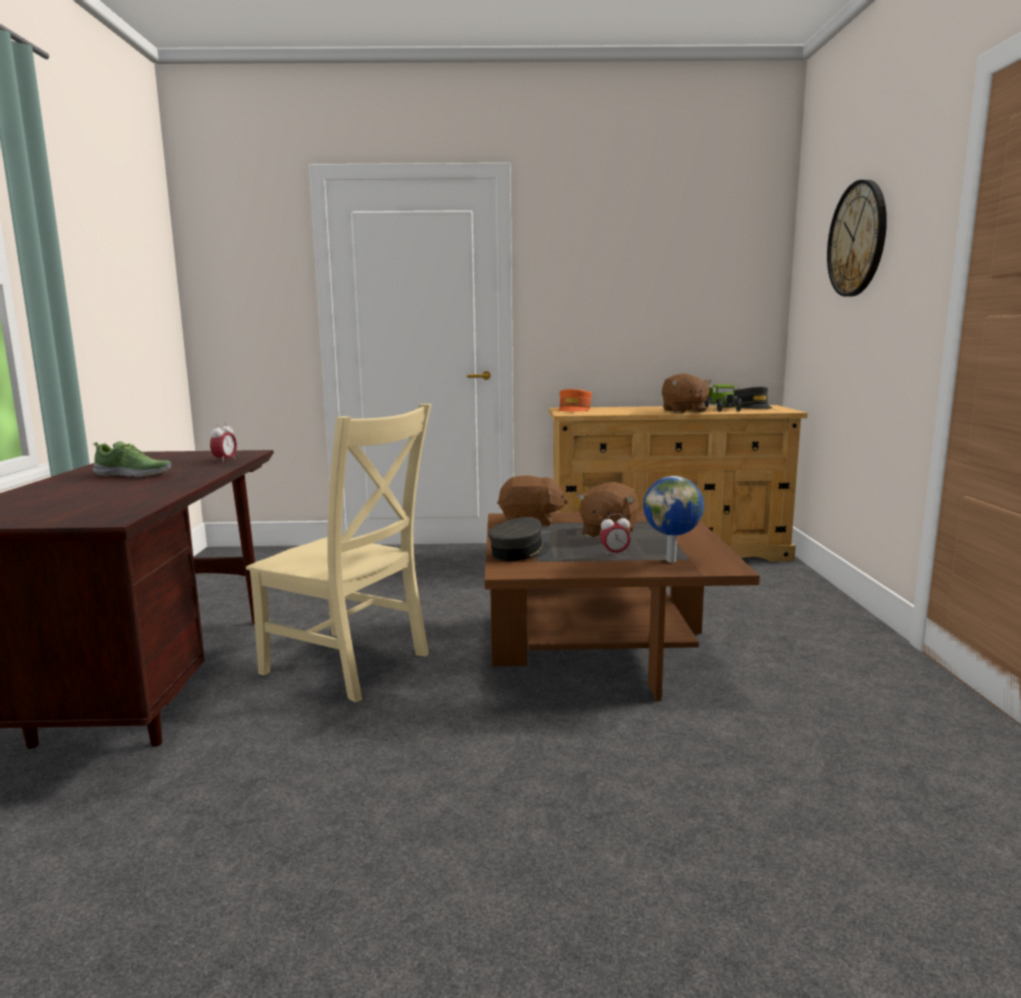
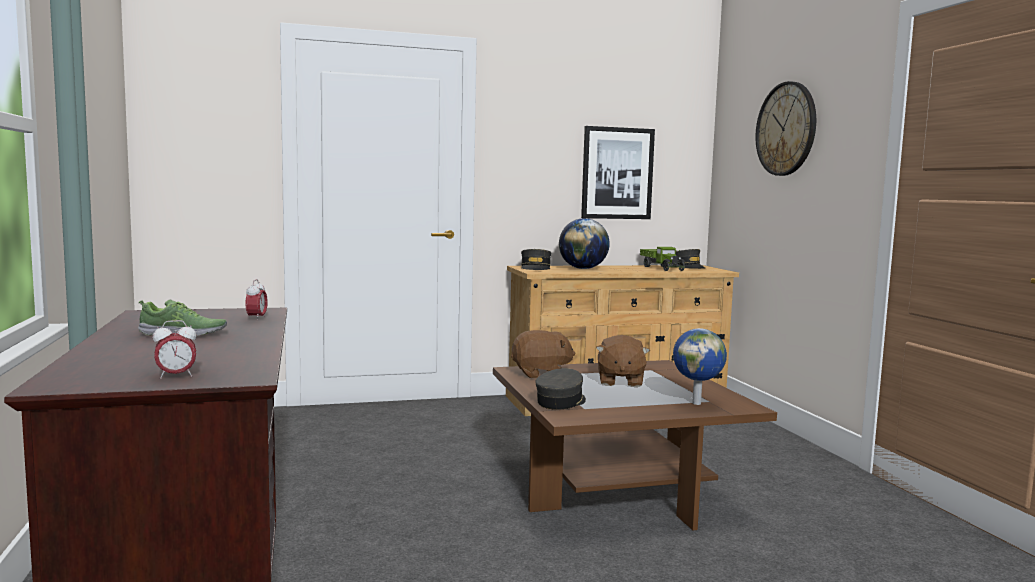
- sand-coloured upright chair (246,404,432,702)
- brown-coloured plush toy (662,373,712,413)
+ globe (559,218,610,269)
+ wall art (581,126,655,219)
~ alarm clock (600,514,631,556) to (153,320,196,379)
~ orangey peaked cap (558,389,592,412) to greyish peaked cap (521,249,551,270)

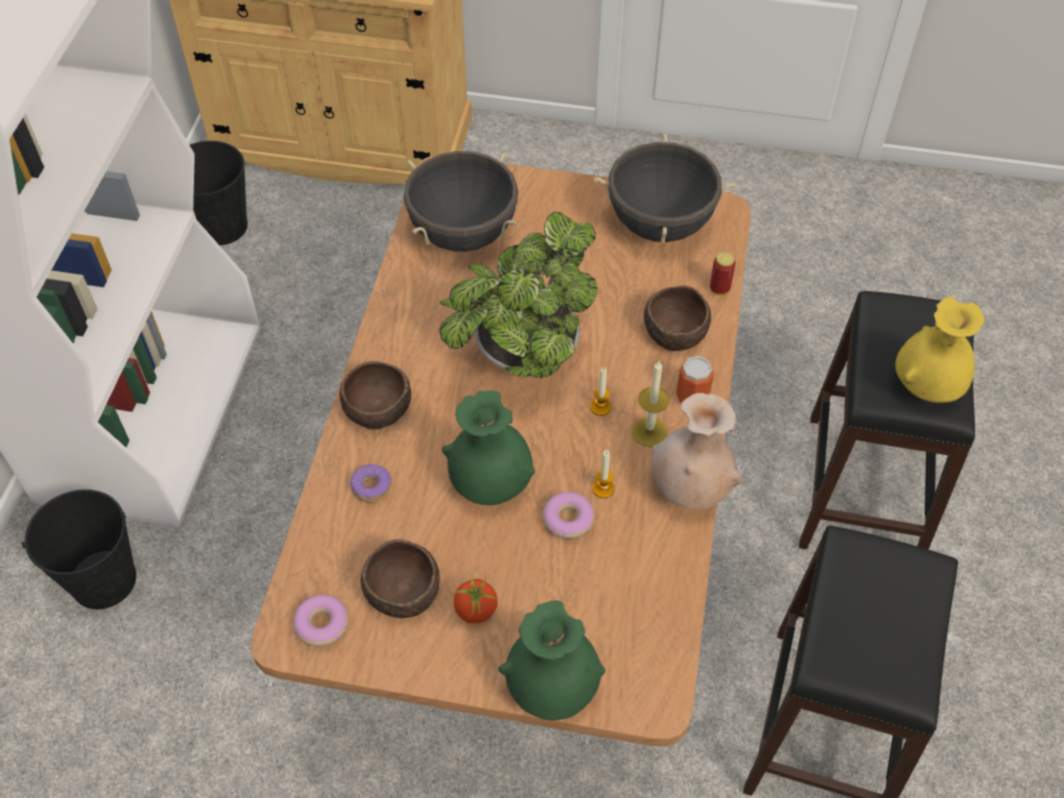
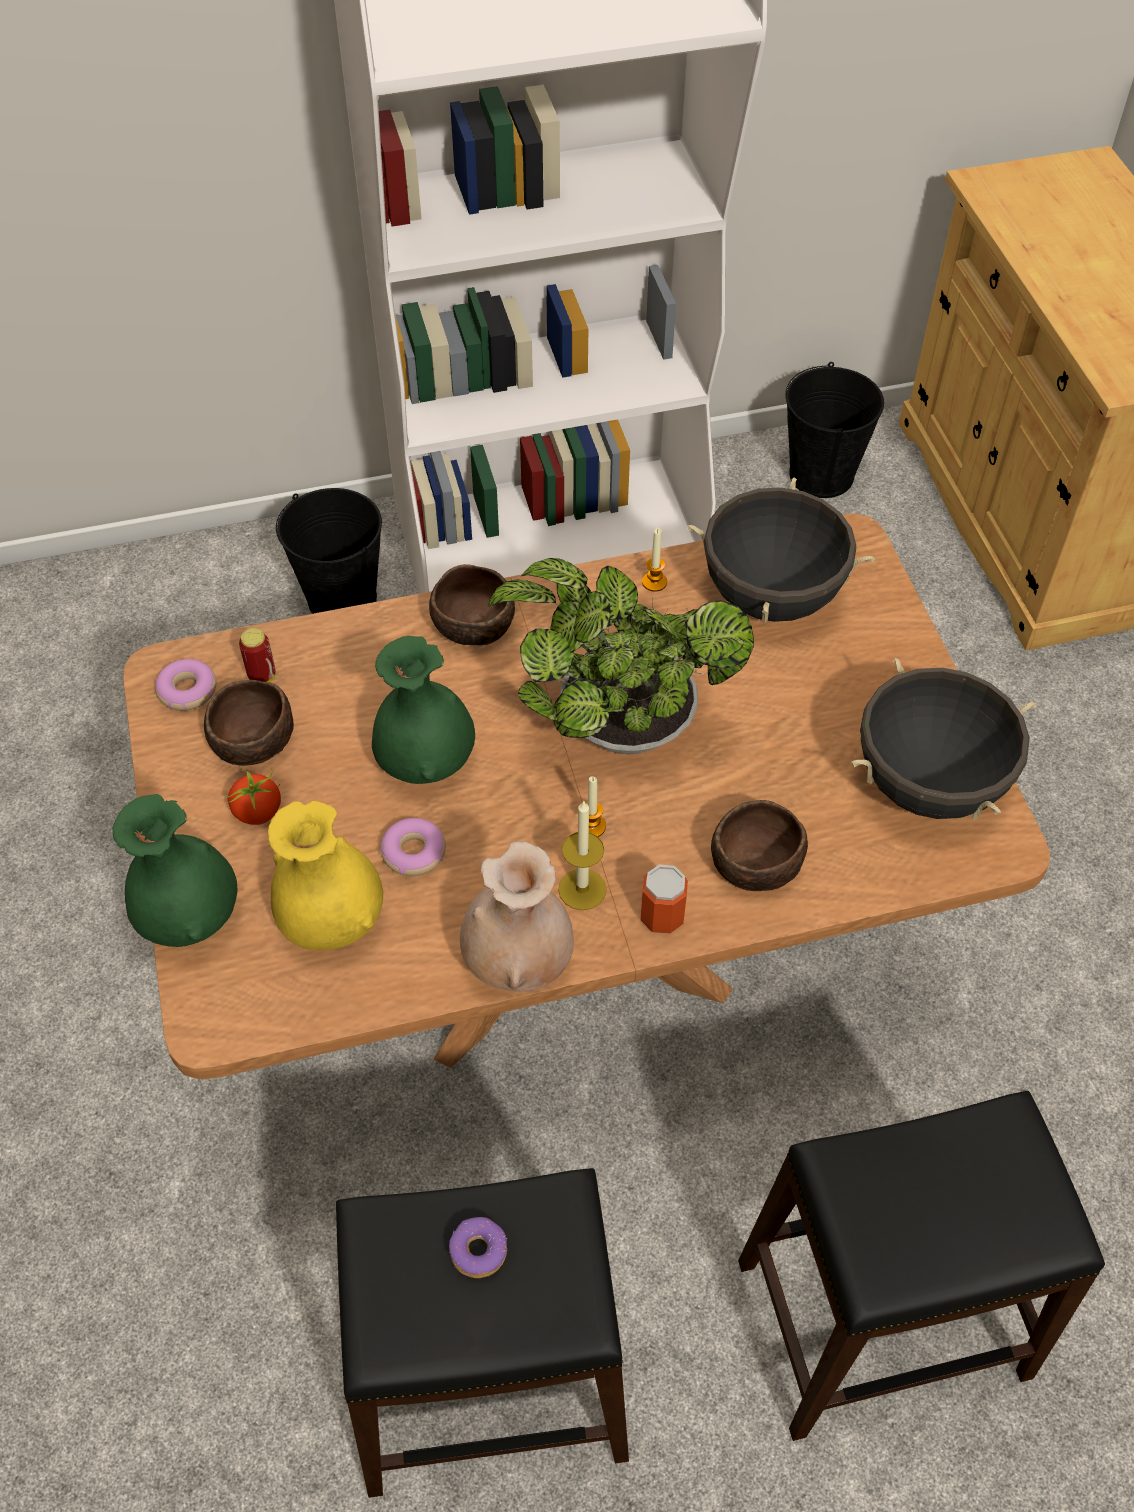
~ donut (350,464,391,503) to (449,1217,507,1278)
~ wax light (592,450,615,498) to (642,529,667,592)
~ sealed can (710,252,735,296) to (239,628,276,682)
~ yellow decorative vase (895,297,985,403) to (268,800,383,950)

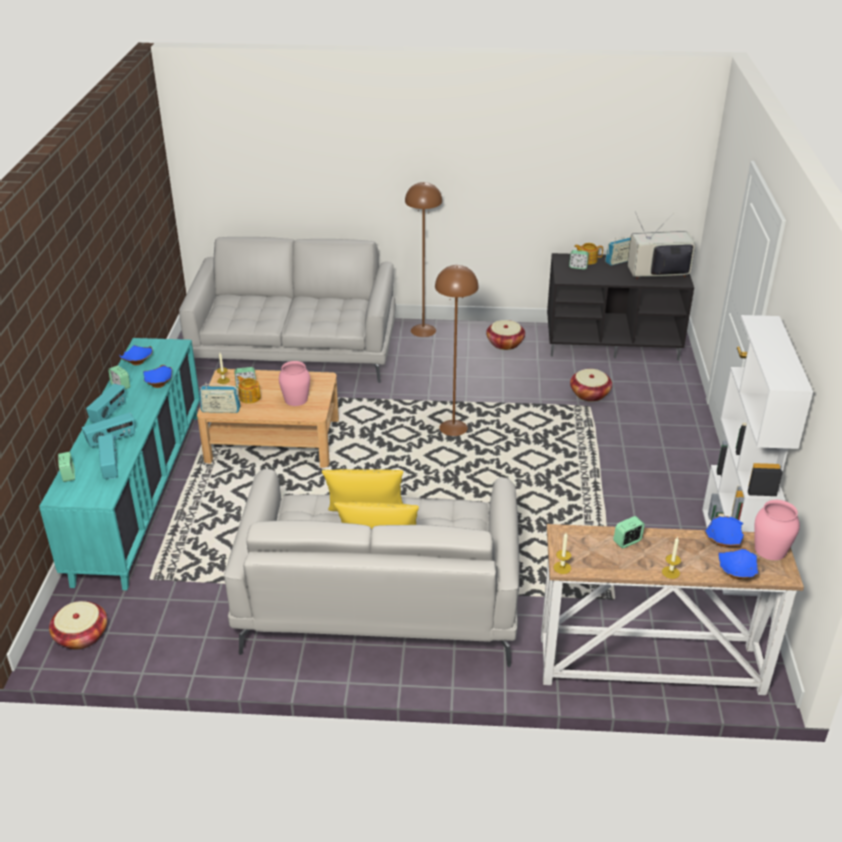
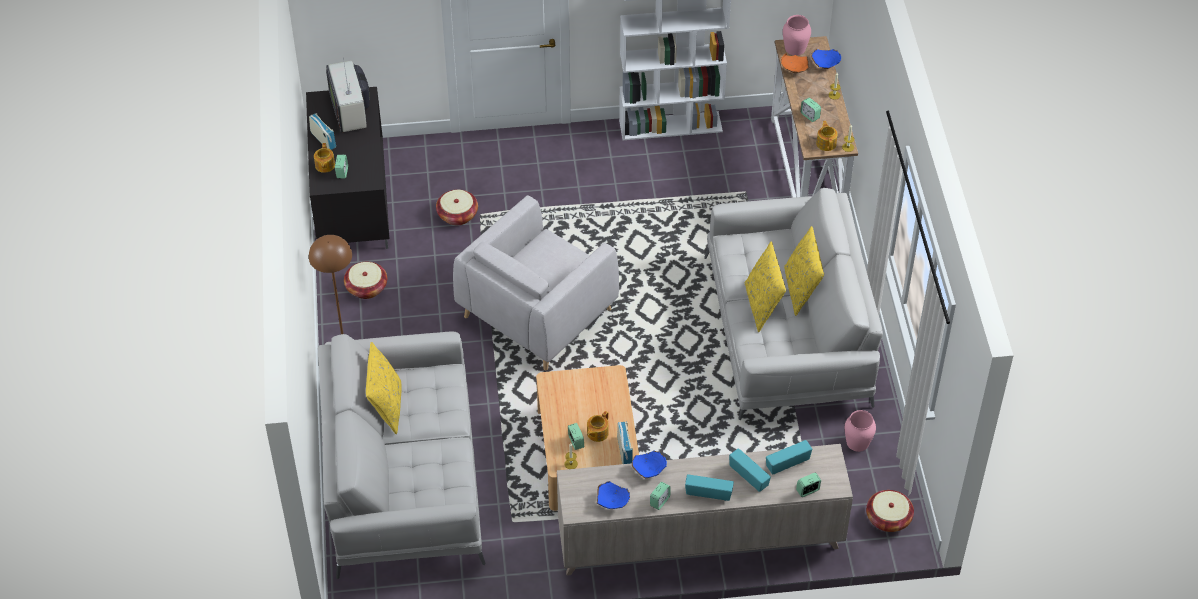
+ yellow pillow (366,342,401,434)
+ pot for tea (816,121,838,151)
~ pink-coloured decorative vase (279,361,310,406) to (845,410,876,452)
~ brown-coloured standing lamp (435,265,478,436) to greyish armchair (453,195,619,370)
~ blue-green storage cabinet (39,338,200,590) to sand-coloured storage cabinet (557,444,853,575)
~ blue bowl (704,516,744,547) to orangey bowl (781,53,809,73)

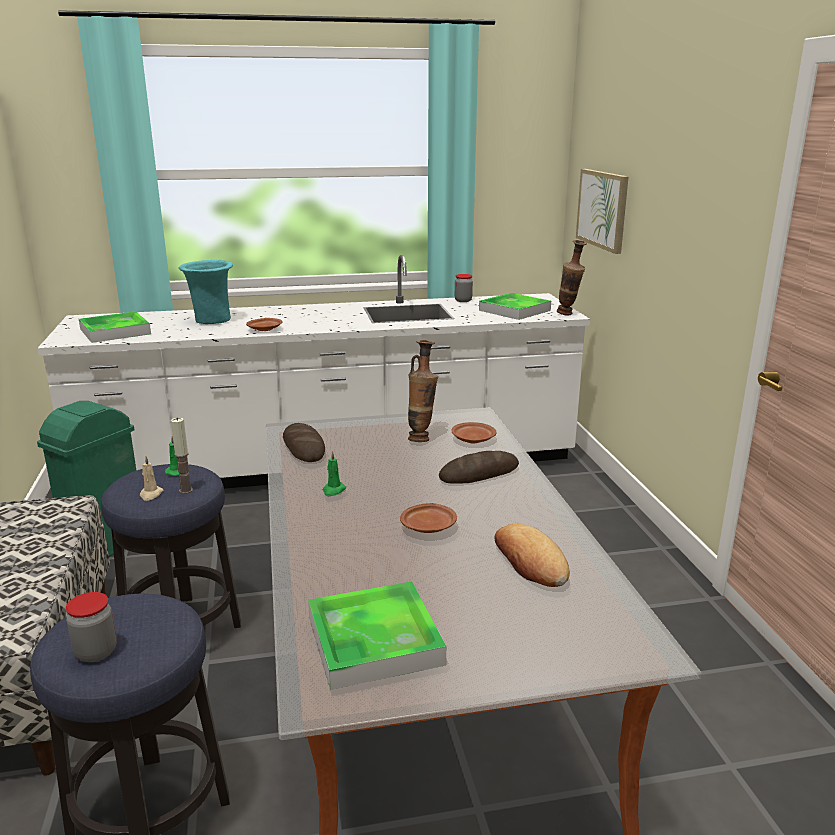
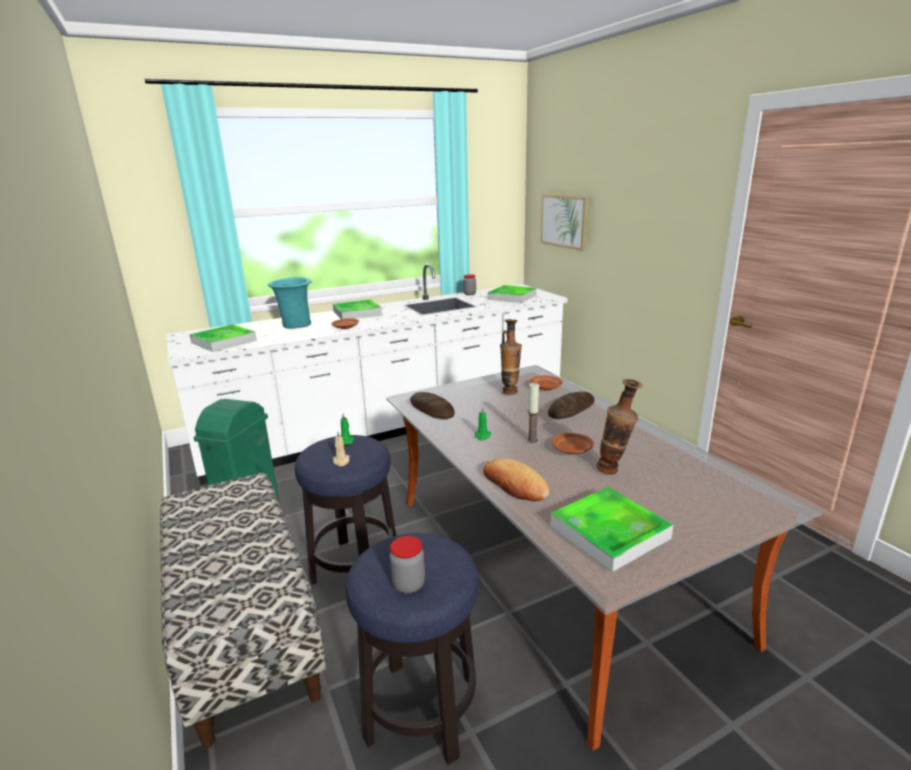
+ tray (333,299,382,319)
~ wax light (171,417,193,494) to (527,383,539,443)
~ bread (494,524,570,587) to (483,458,550,501)
~ decorative vase (557,240,587,315) to (596,379,642,475)

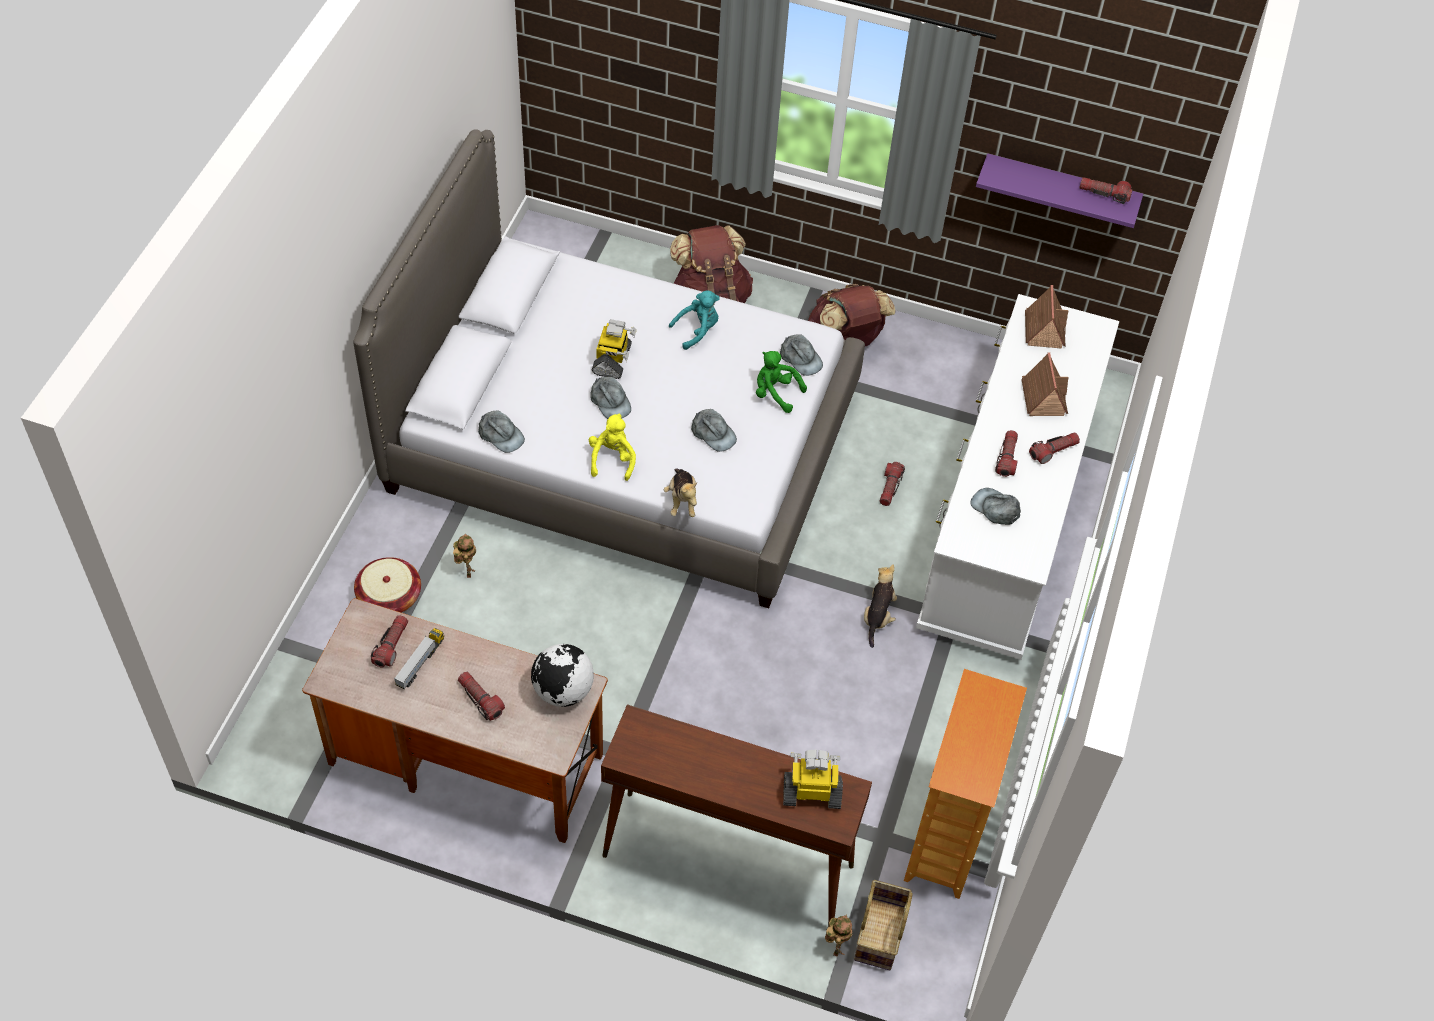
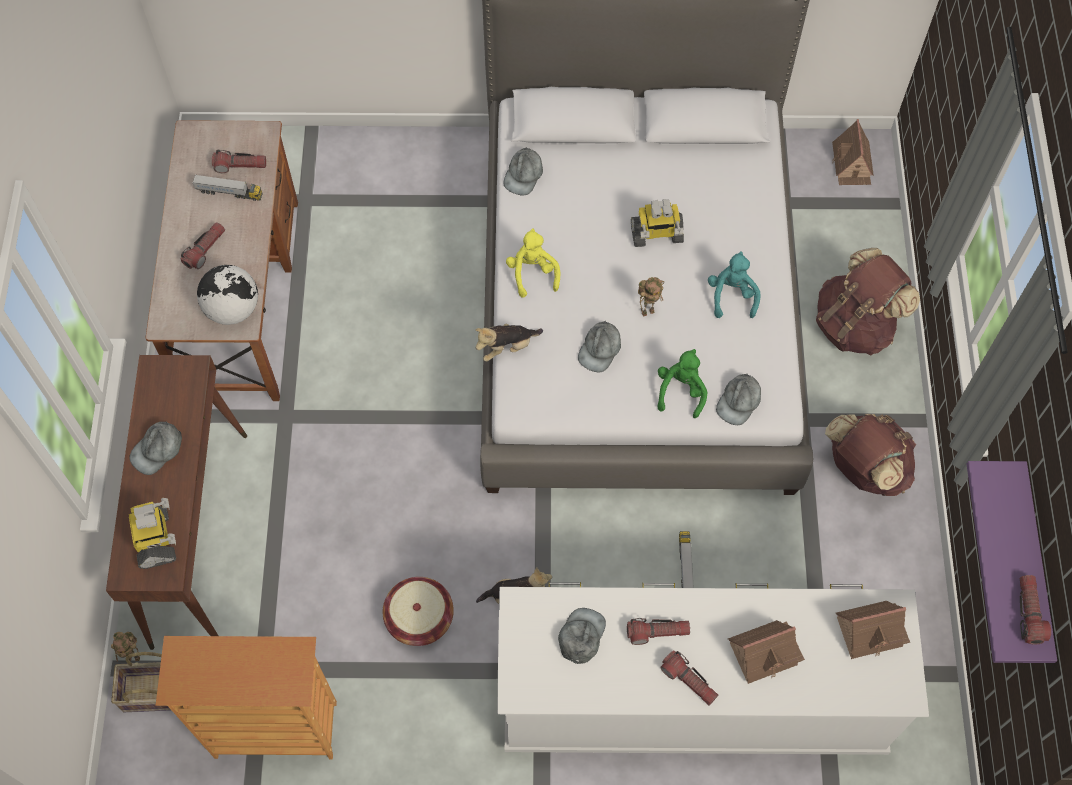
+ miniature house (832,119,874,185)
~ basket (354,557,421,613) to (383,577,454,646)
~ model robot (453,534,476,578) to (638,277,664,317)
~ greyish peaked cap (590,377,631,419) to (129,421,182,475)
~ torch (880,462,905,506) to toy lorry (679,531,694,588)
~ yellow plush toy (589,414,636,481) = (506,228,560,298) 90 degrees counterclockwise
~ blue-green plush toy (669,291,720,350) = (708,251,760,318) 135 degrees counterclockwise

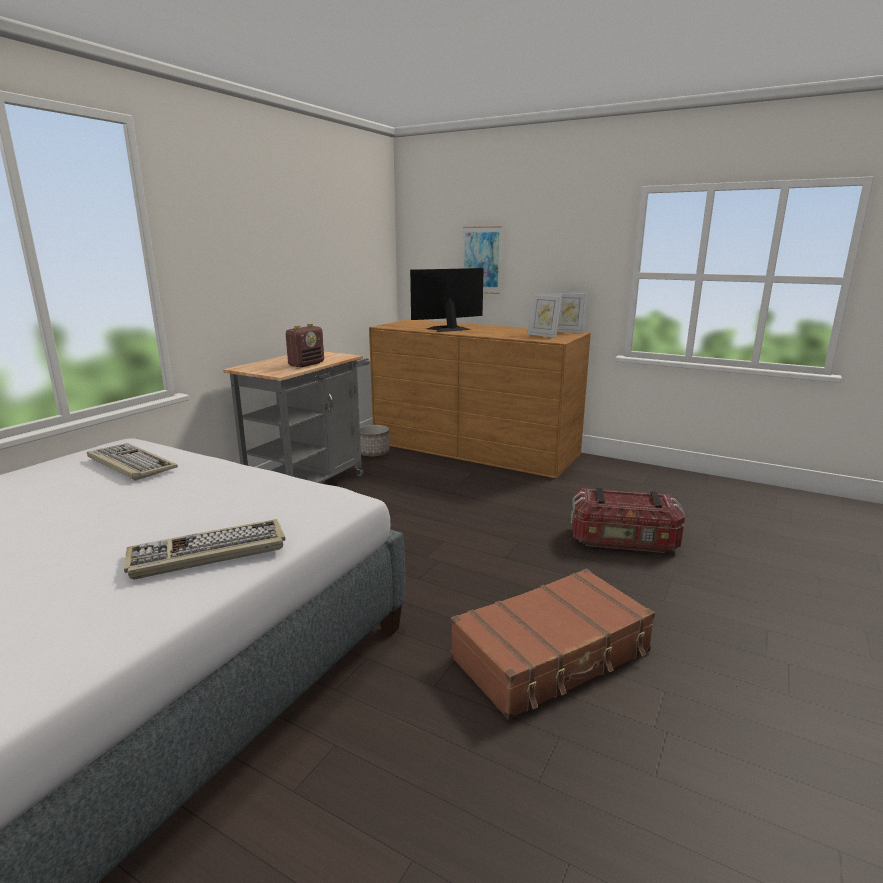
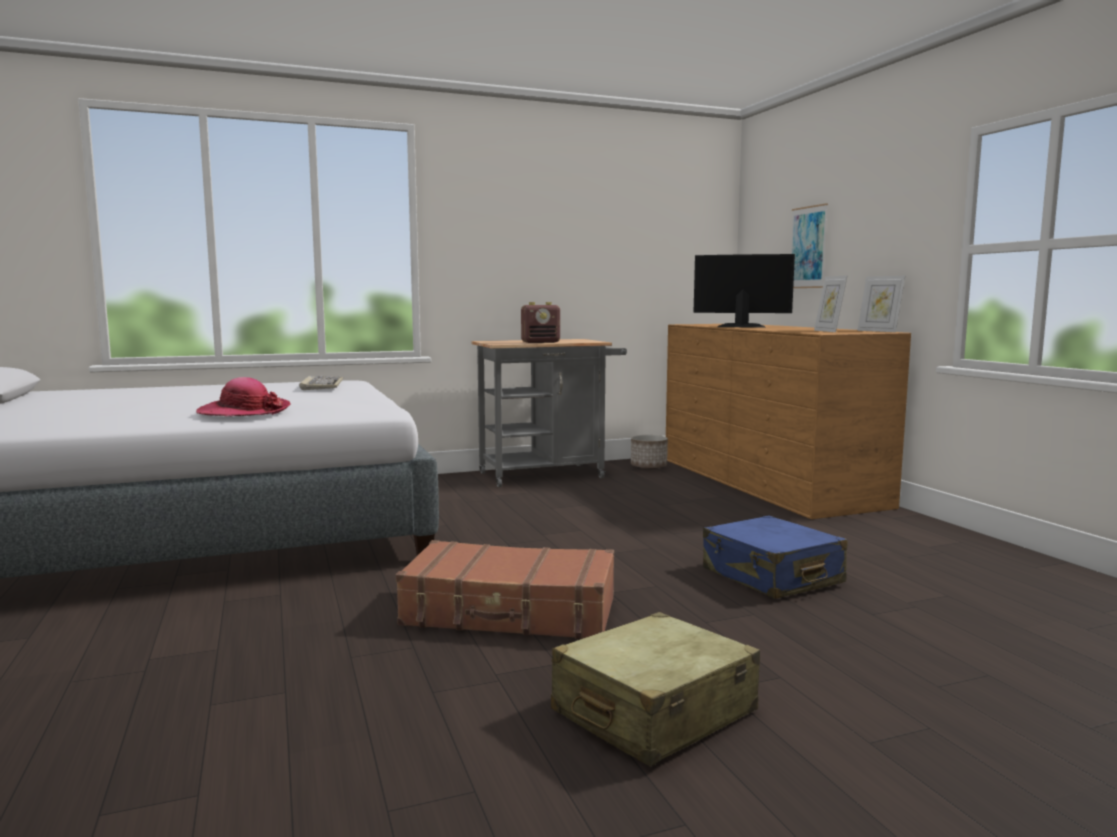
+ sand-coloured piece of luggage (551,612,760,767)
~ keyboard (124,519,286,579) to clothing hat (196,377,291,416)
~ storage container (570,487,685,553) to blue piece of luggage (703,516,847,599)

